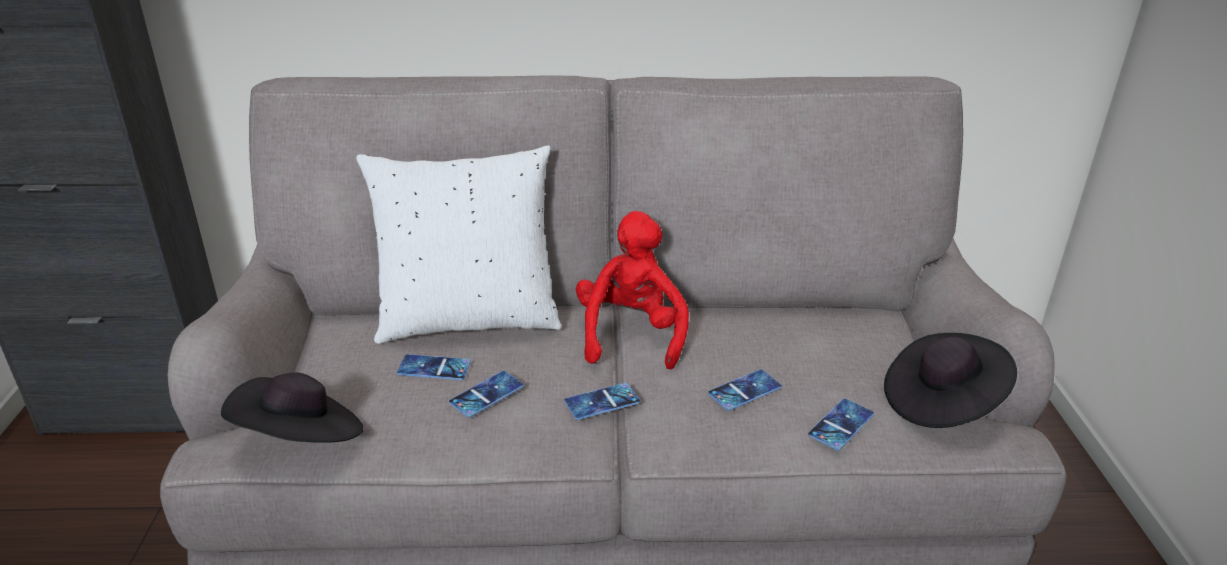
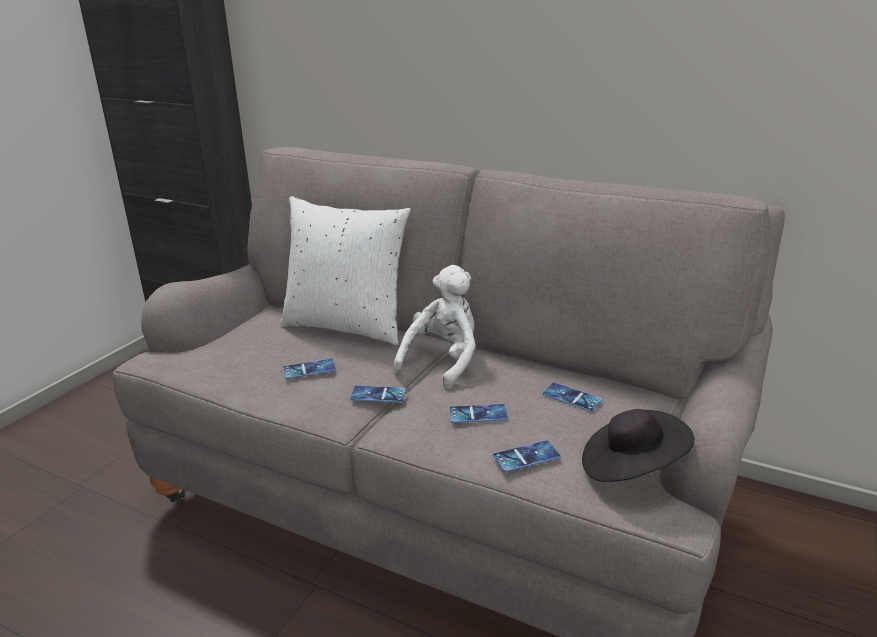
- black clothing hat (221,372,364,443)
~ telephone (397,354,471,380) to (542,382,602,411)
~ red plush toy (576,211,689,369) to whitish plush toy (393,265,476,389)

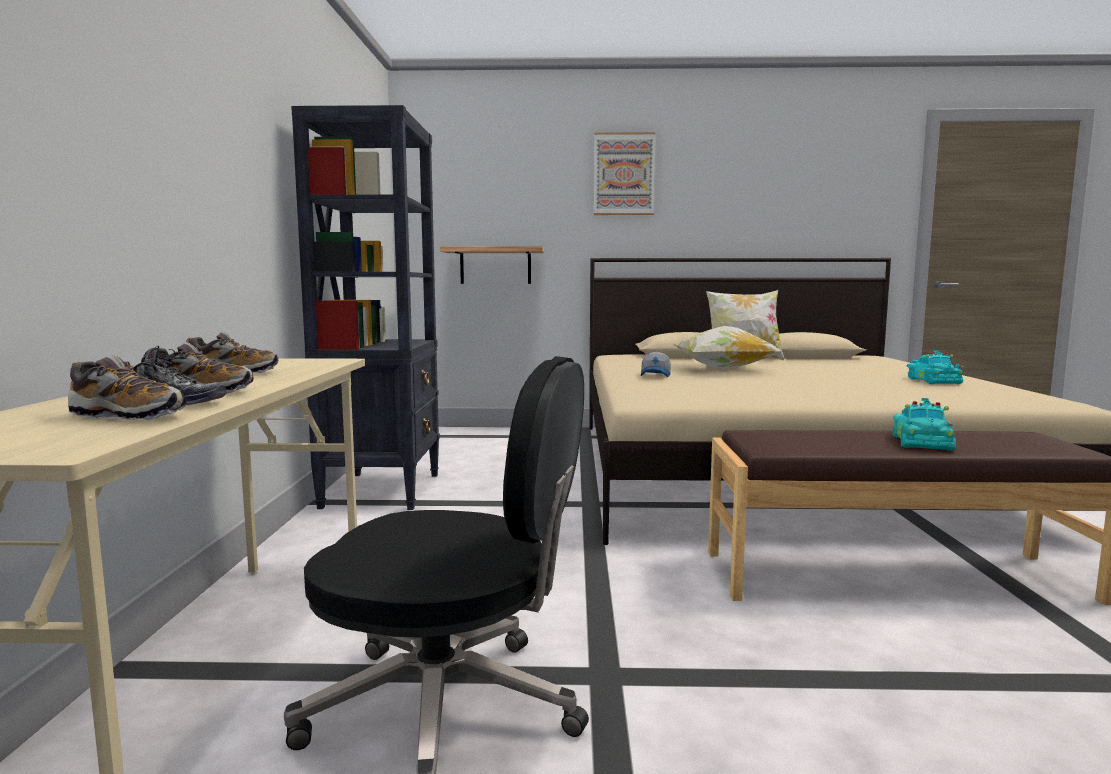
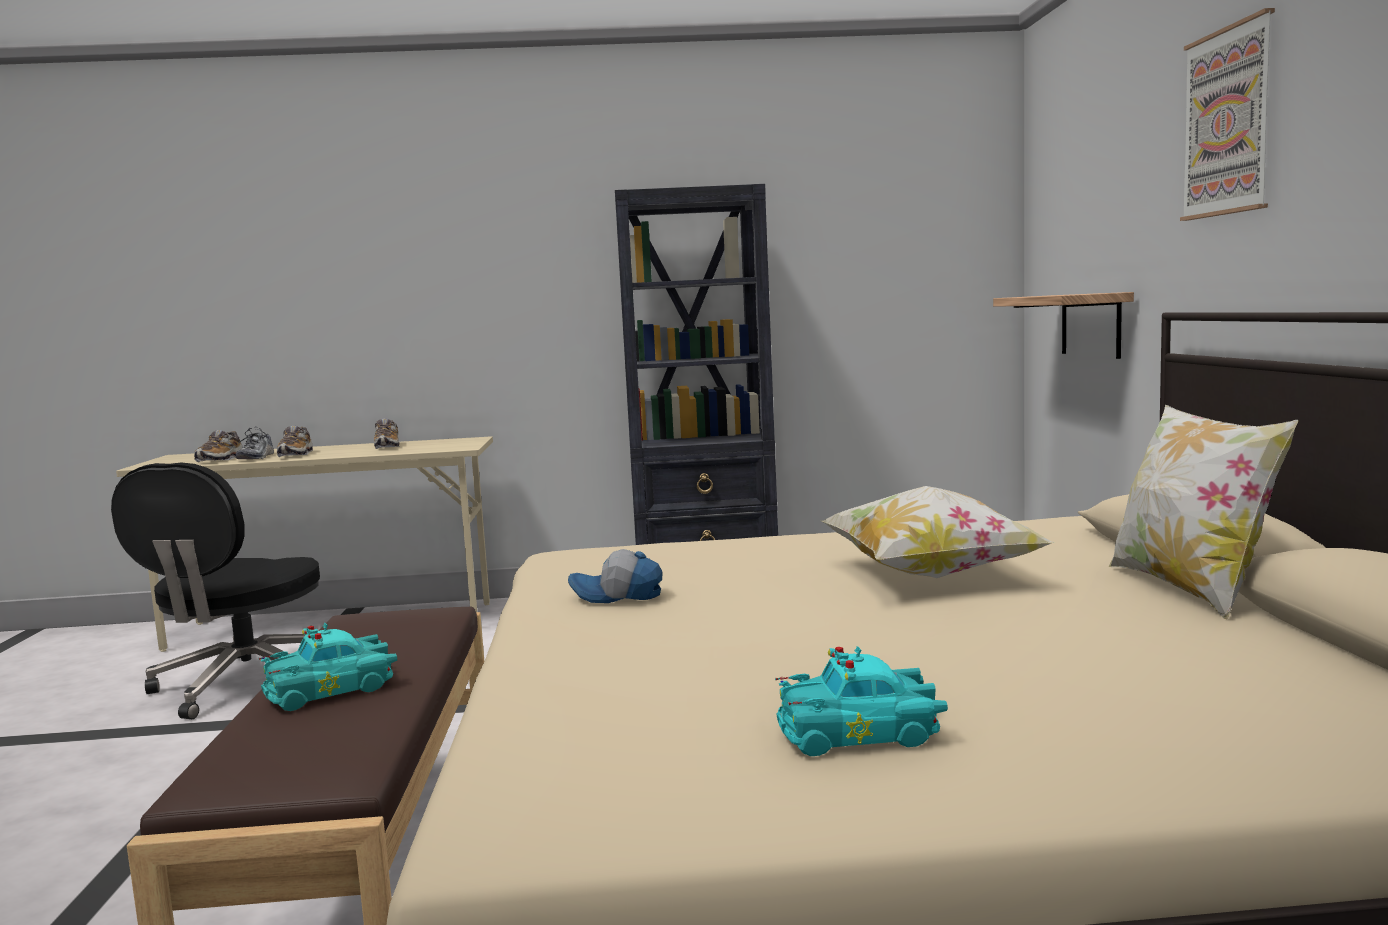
~ peaked cap (641,352,671,377) to (568,549,663,603)
~ blue-green miniature car (893,398,956,451) = (259,623,397,711) 45 degrees counterclockwise

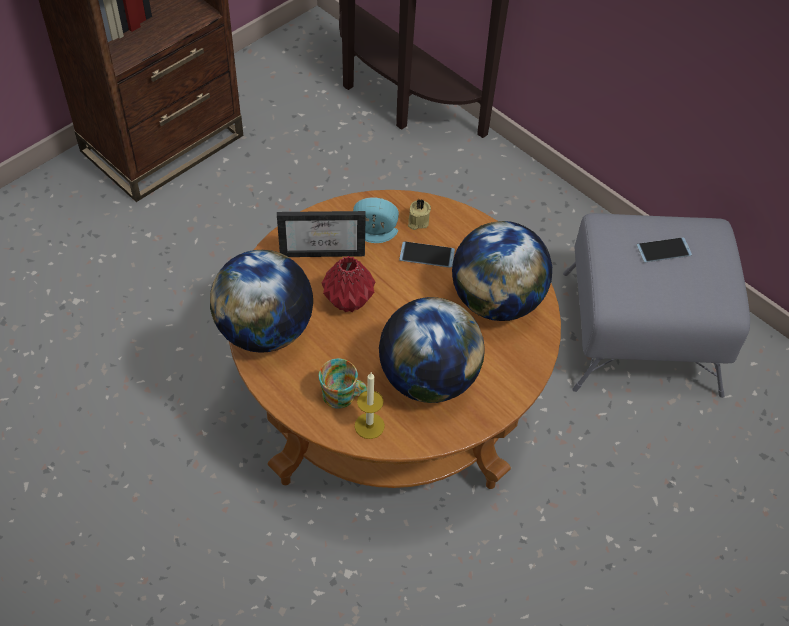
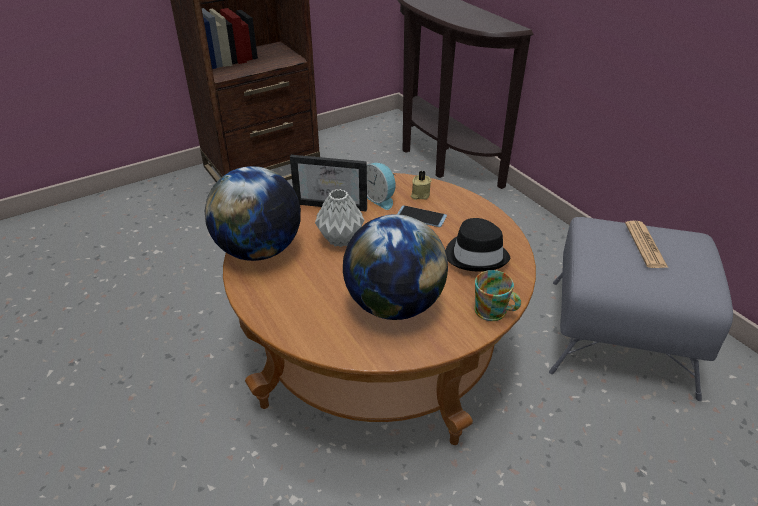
- wax light (355,373,385,439)
~ tea mug (319,359,367,409) to (474,270,521,321)
~ globe (452,221,552,321) to black clothing hat (445,218,510,272)
~ telephone (637,237,692,263) to daily paper (625,220,668,268)
~ red decorative vase (322,256,375,312) to greyish decorative vase (315,189,364,247)
~ alarm clock (353,197,399,243) = (367,163,396,210) 150 degrees counterclockwise

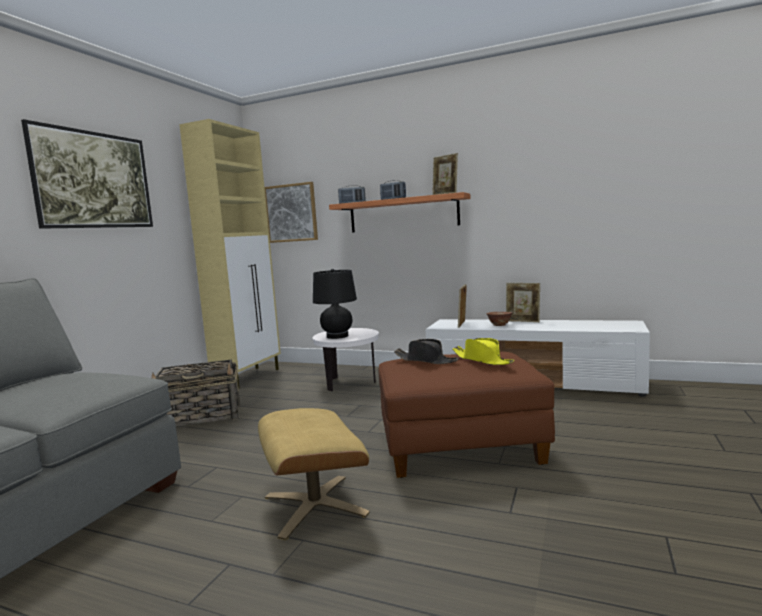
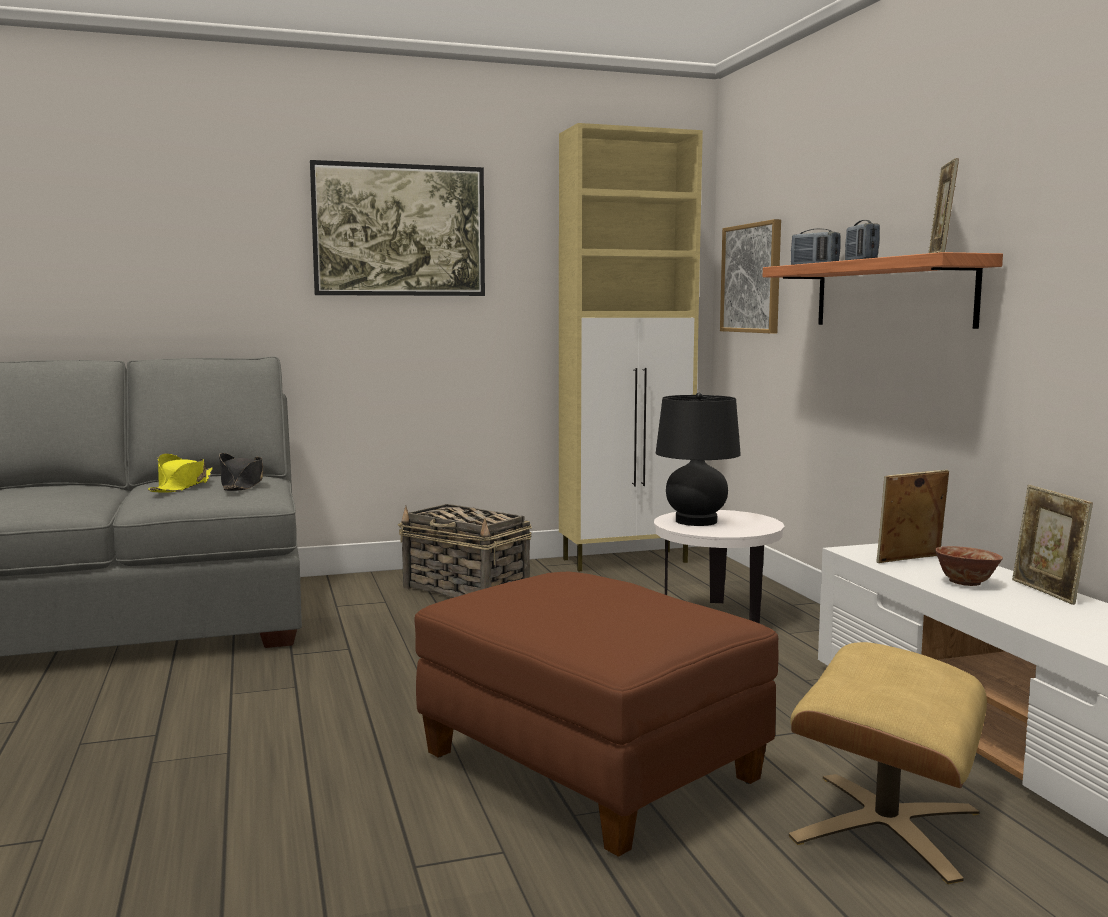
~ sand-coloured footrest (258,408,370,540) to (789,642,987,884)
~ black clothing hat (394,339,459,364) to (219,453,263,491)
~ yellow clothing hat (453,338,514,365) to (148,454,213,493)

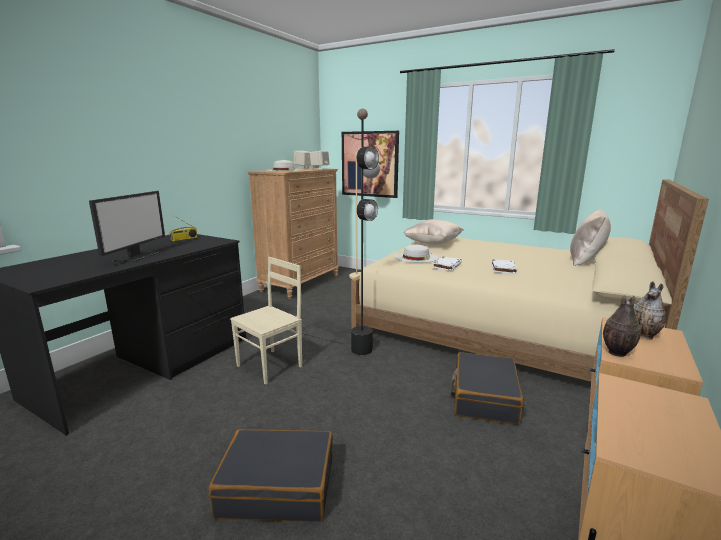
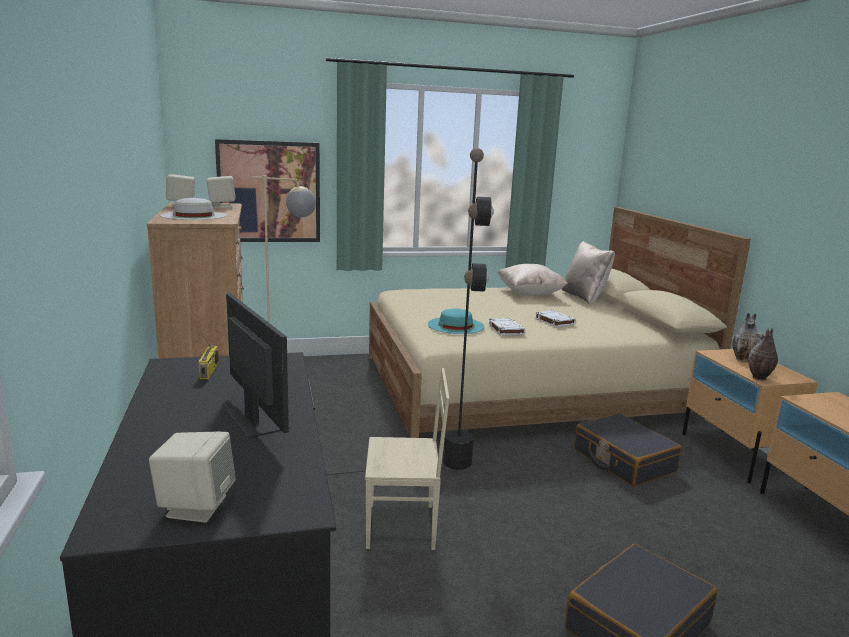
+ sand-coloured speaker (149,432,236,523)
~ sand-coloured pillow (404,219,463,245) to (498,264,568,295)
~ whitish clothing hat (394,245,438,263) to blue-green clothing hat (428,309,484,334)
~ sand-coloured upright chair (230,257,302,385) = (365,368,450,550) 90 degrees clockwise

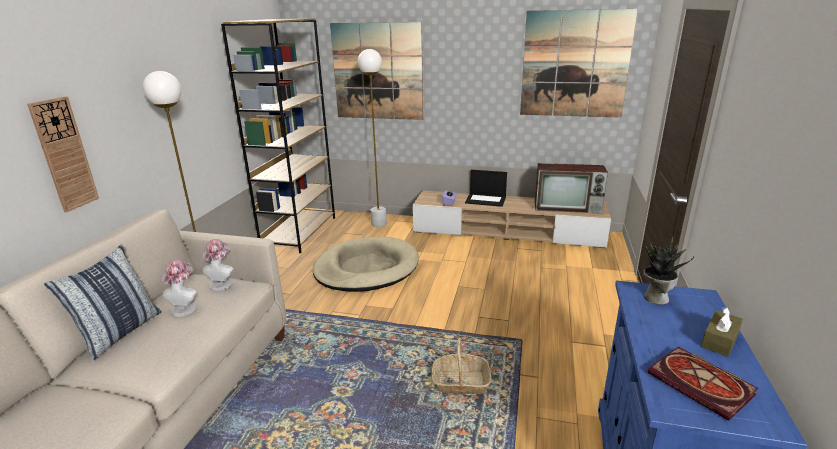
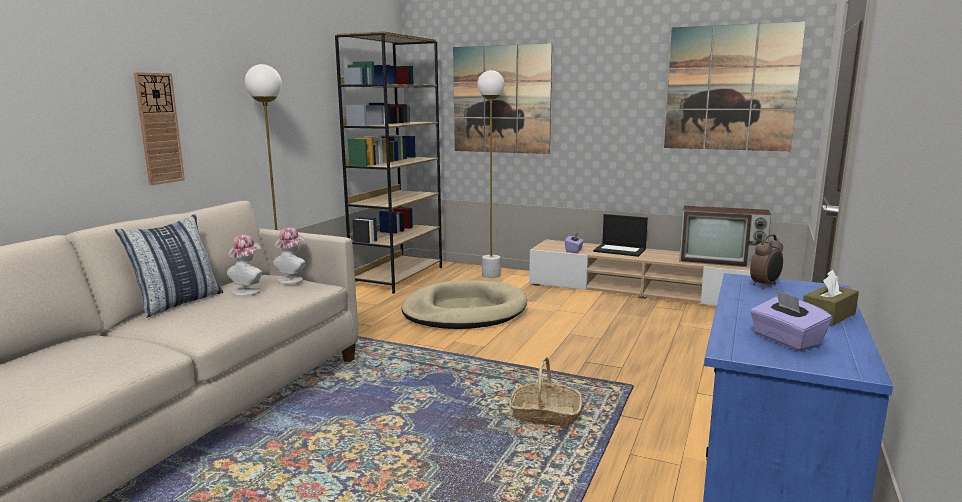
~ houseplant (643,236,694,305) to alarm clock (750,234,783,289)
~ bound book (648,347,758,421) to purplish tissue box (750,290,832,351)

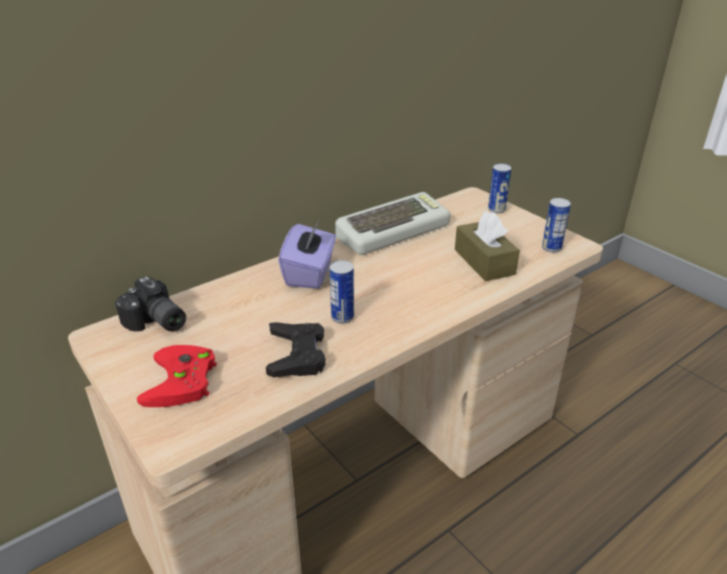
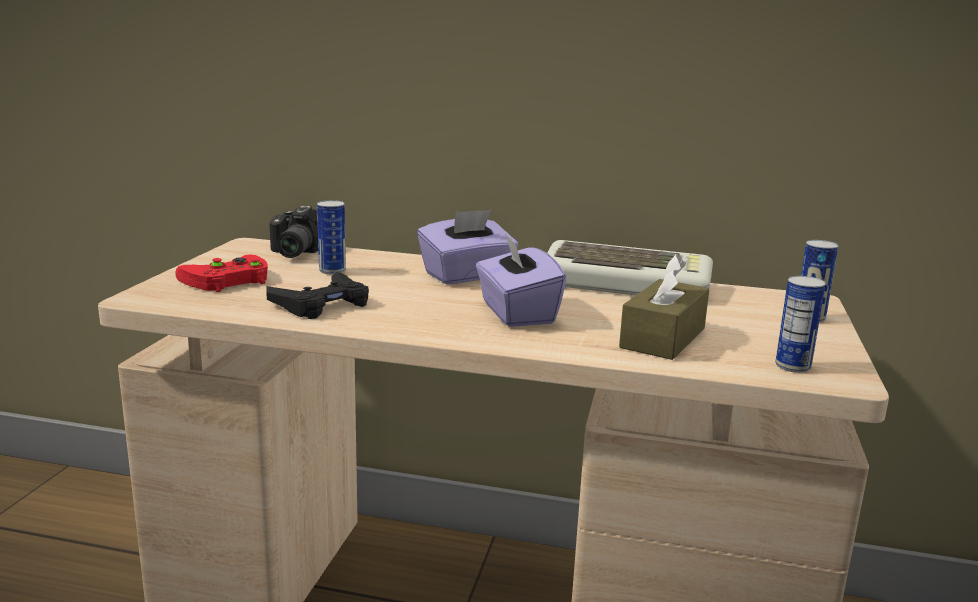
+ purplish tissue box (476,233,566,327)
~ sealed can (329,260,354,324) to (317,200,346,274)

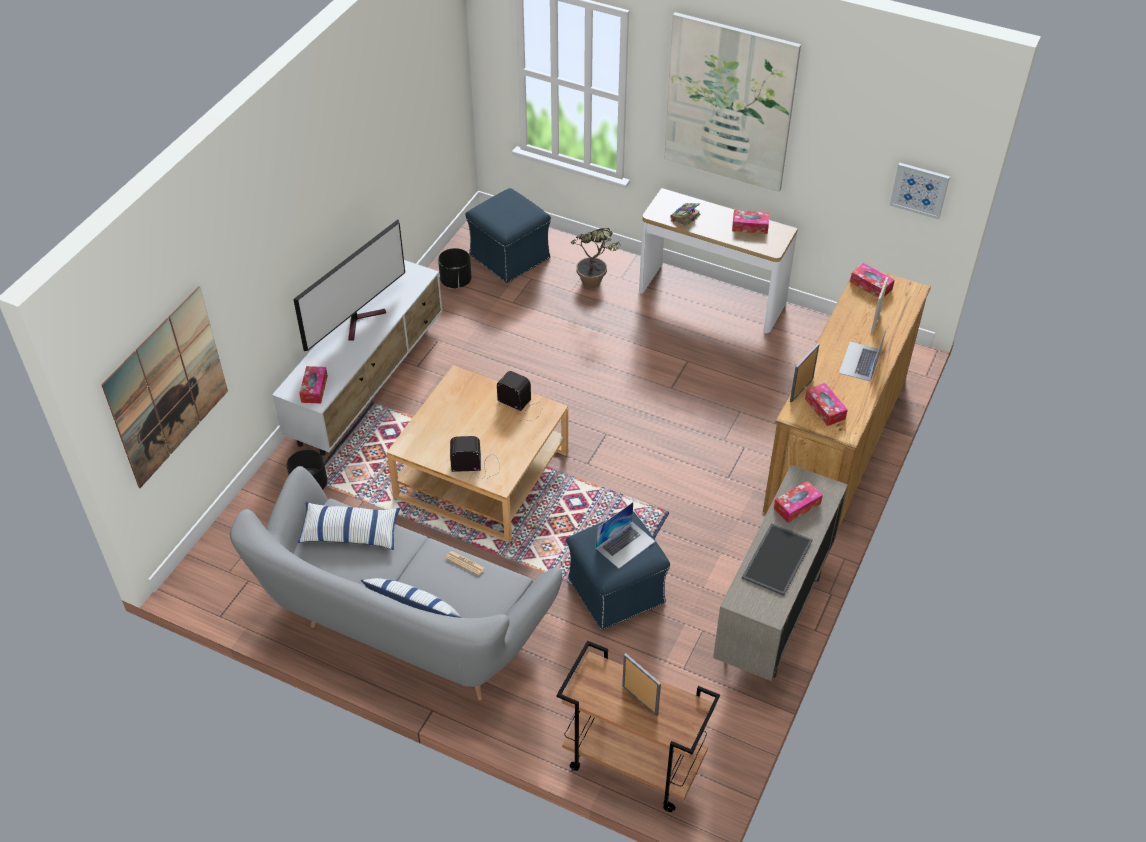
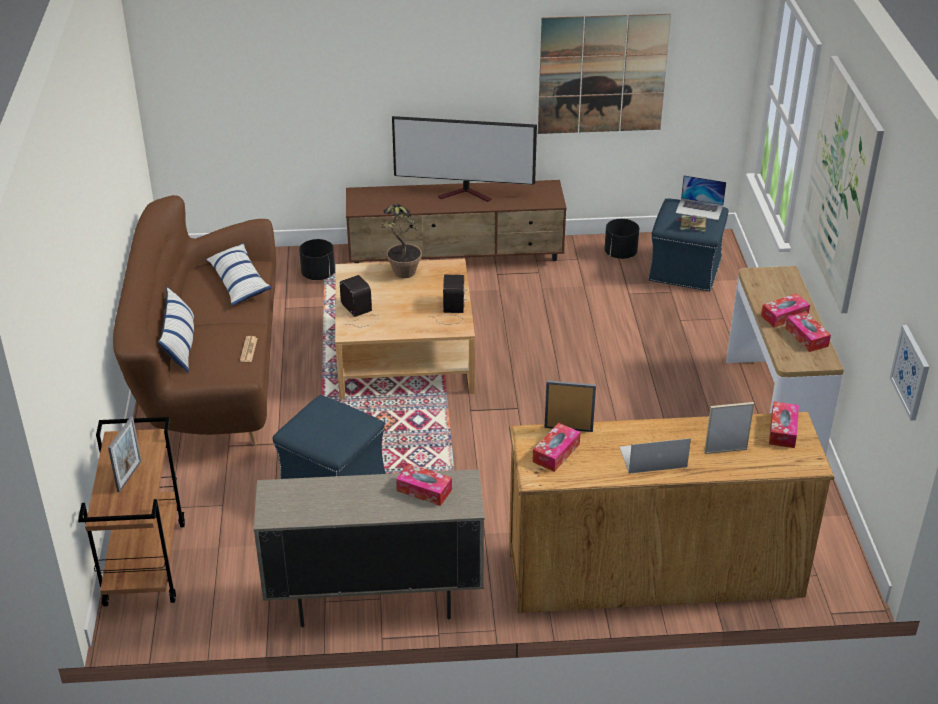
- tray (742,523,813,596)
~ wall art (101,286,228,488) to (538,14,671,134)
~ tissue box (299,366,328,403) to (761,293,810,328)
~ houseplant (571,228,620,288) to (382,204,422,278)
~ notebook computer (596,502,655,568) to (676,175,726,220)
~ bound book (671,203,700,226) to (677,215,707,232)
~ greyish couch (230,466,562,700) to brown-coloured couch (113,195,276,445)
~ whitish media console (272,260,443,456) to brown-coloured media console (346,180,567,263)

